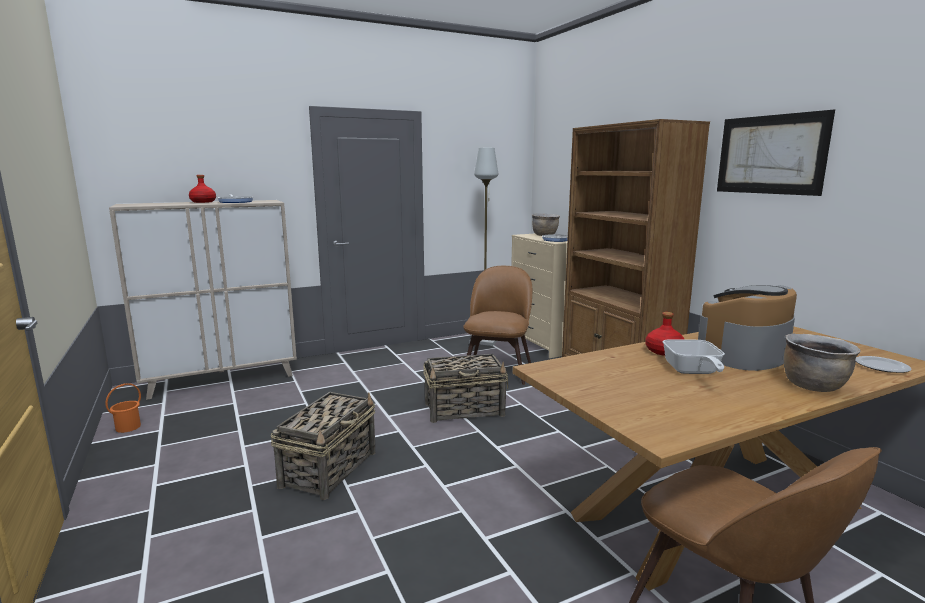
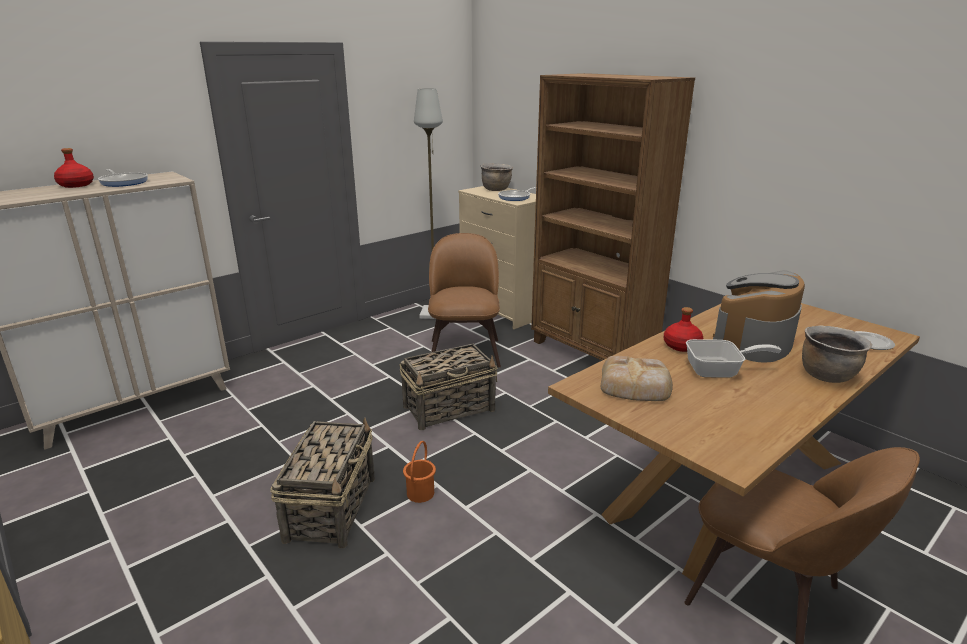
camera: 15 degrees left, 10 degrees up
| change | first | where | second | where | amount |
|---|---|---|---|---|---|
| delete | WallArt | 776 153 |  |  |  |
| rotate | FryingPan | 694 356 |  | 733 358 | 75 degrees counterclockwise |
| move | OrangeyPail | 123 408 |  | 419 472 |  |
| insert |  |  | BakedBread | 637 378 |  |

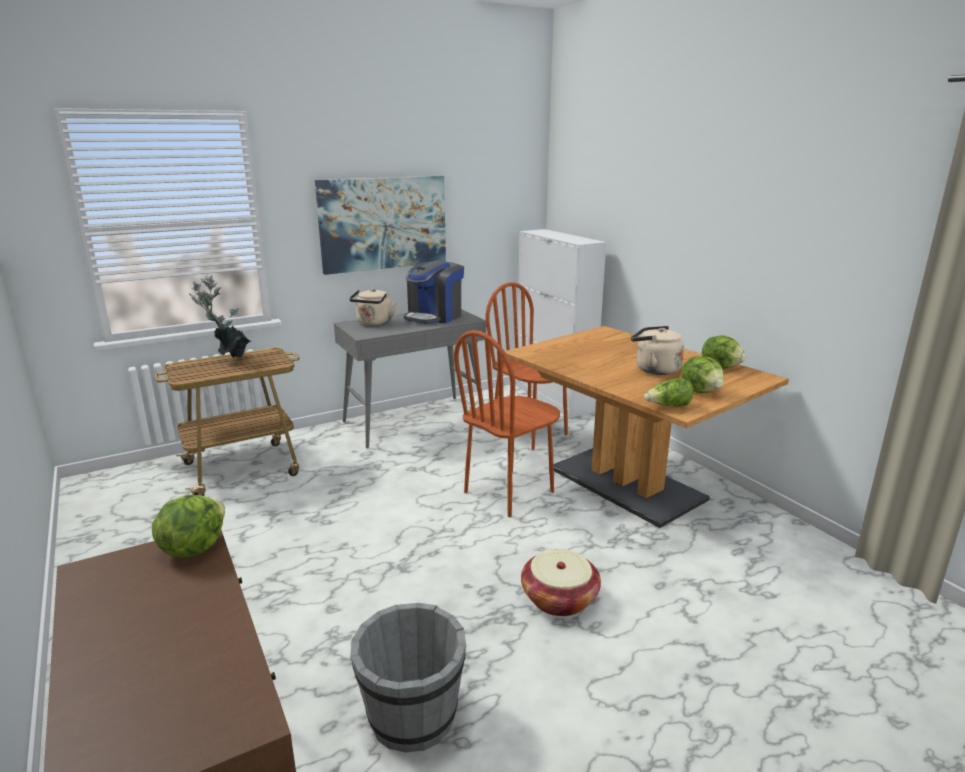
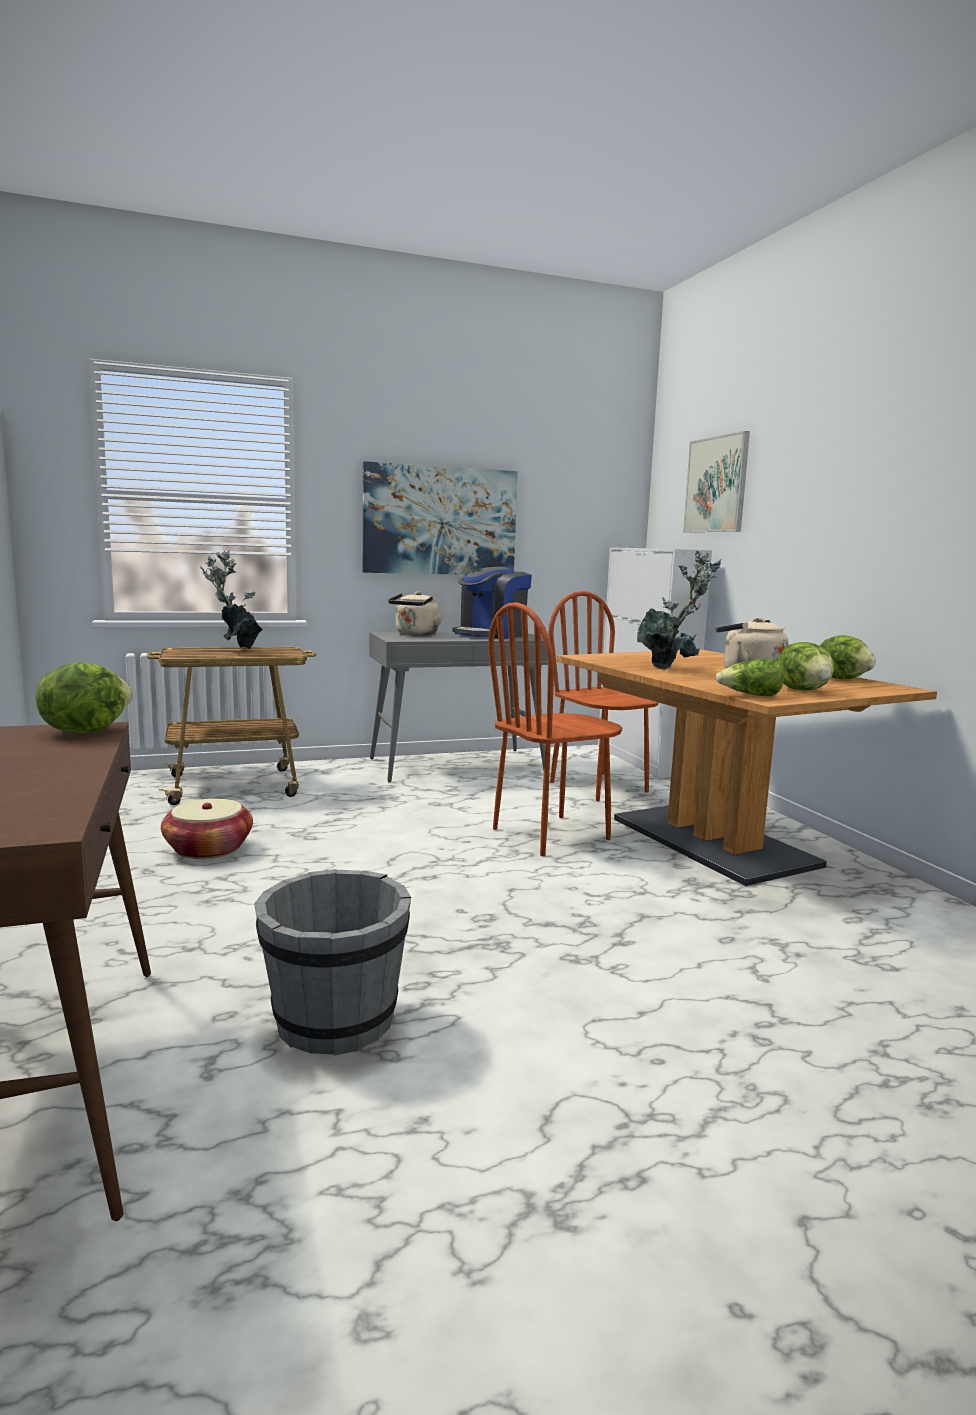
camera: 10 degrees right, 10 degrees down
| change | first | where | second | where | amount |
|---|---|---|---|---|---|
| move | StorageBasket | 561 582 |  | 207 829 |  |
| insert |  |  | WallArt | 716 481 |  |
| insert |  |  | PottedPlant | 679 610 |  |

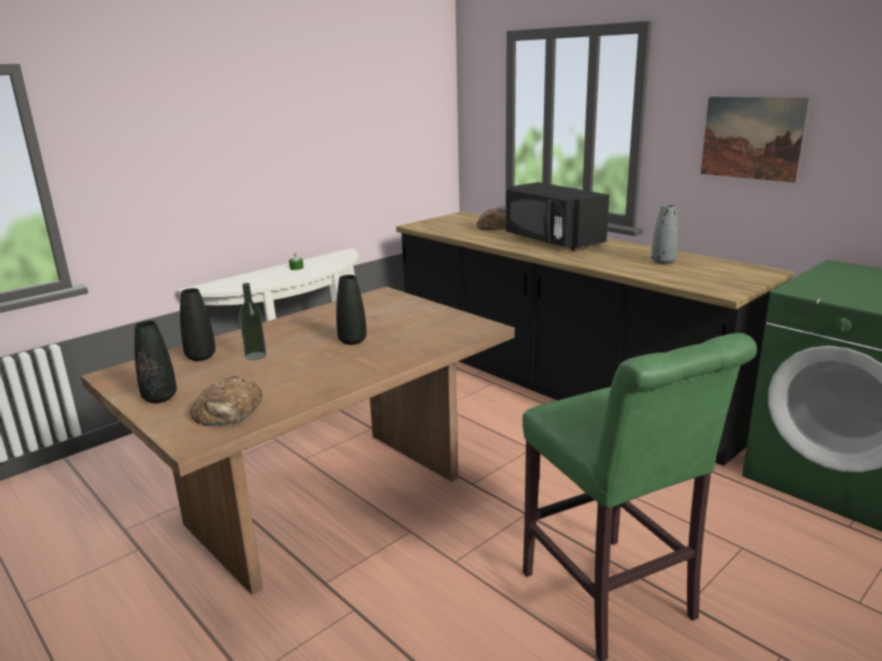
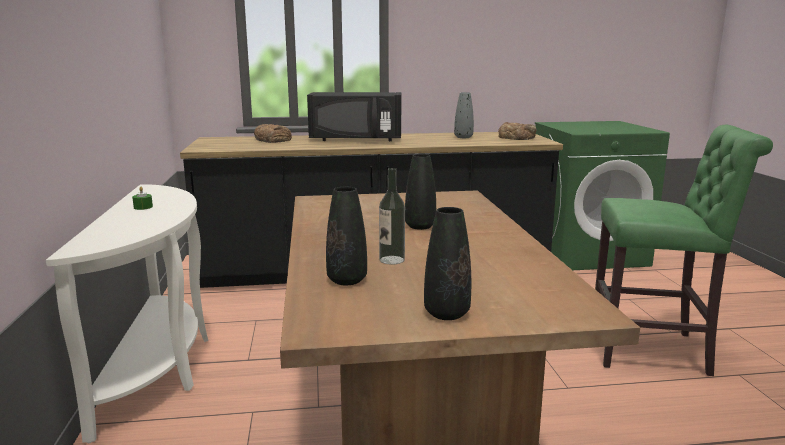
camera: 55 degrees left, 5 degrees down
| change | first | where | second | where | amount |
|---|---|---|---|---|---|
| delete | WallArt | 755 140 |  |  |  |
| move | BakedBread | 226 401 |  | 517 131 |  |

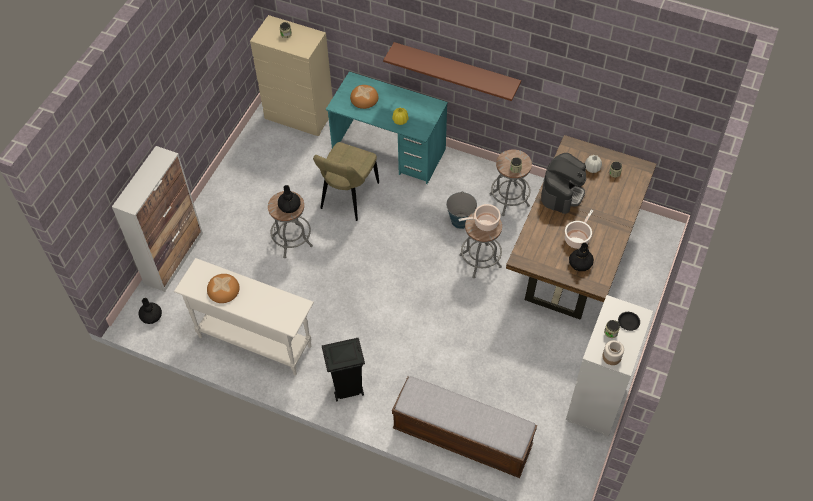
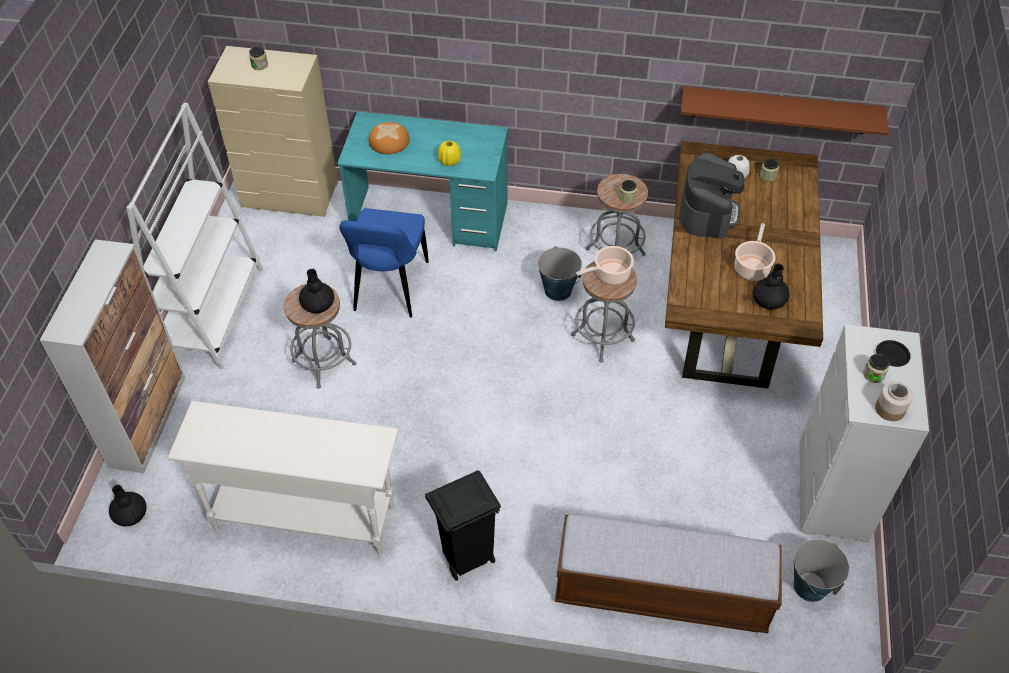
camera: 15 degrees left, 5 degrees down
| change | first | where | second | where | amount |
|---|---|---|---|---|---|
| move | BrownShelf | 452 71 |  | 785 111 |  |
| recolor | BeigeColouredUprightChair | 346 181 | BlueColouredUprightChair | 384 262 |  |
| delete | BakedBread | 223 288 |  |  |  |
| insert |  |  | WhitishBookcase | 195 236 |  |
| insert |  |  | Pail | 822 570 |  |

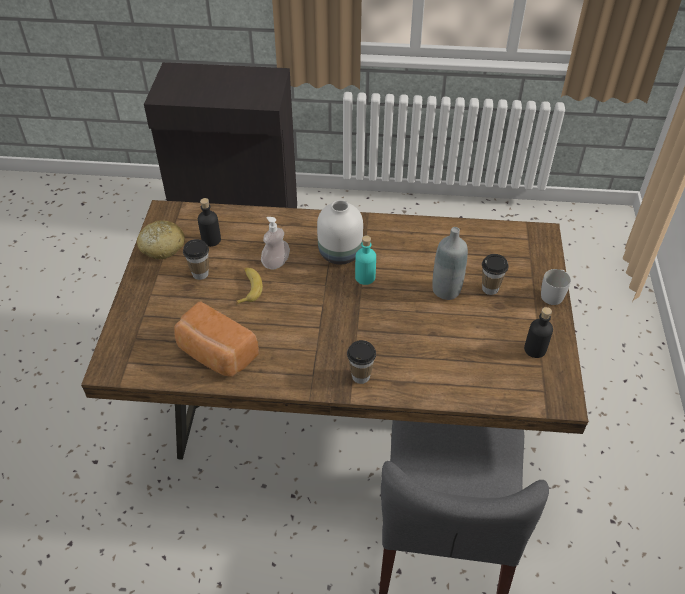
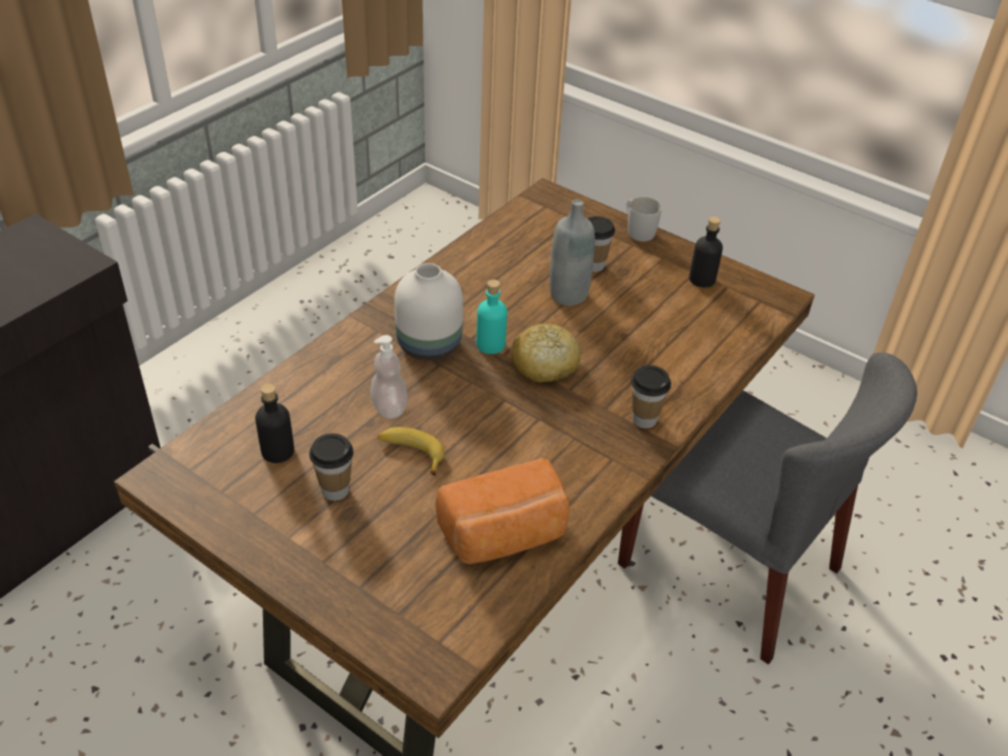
camera: 60 degrees left, 5 degrees down
| change | first | where | second | where | amount |
|---|---|---|---|---|---|
| move | BakedBread | 161 240 |  | 546 353 |  |

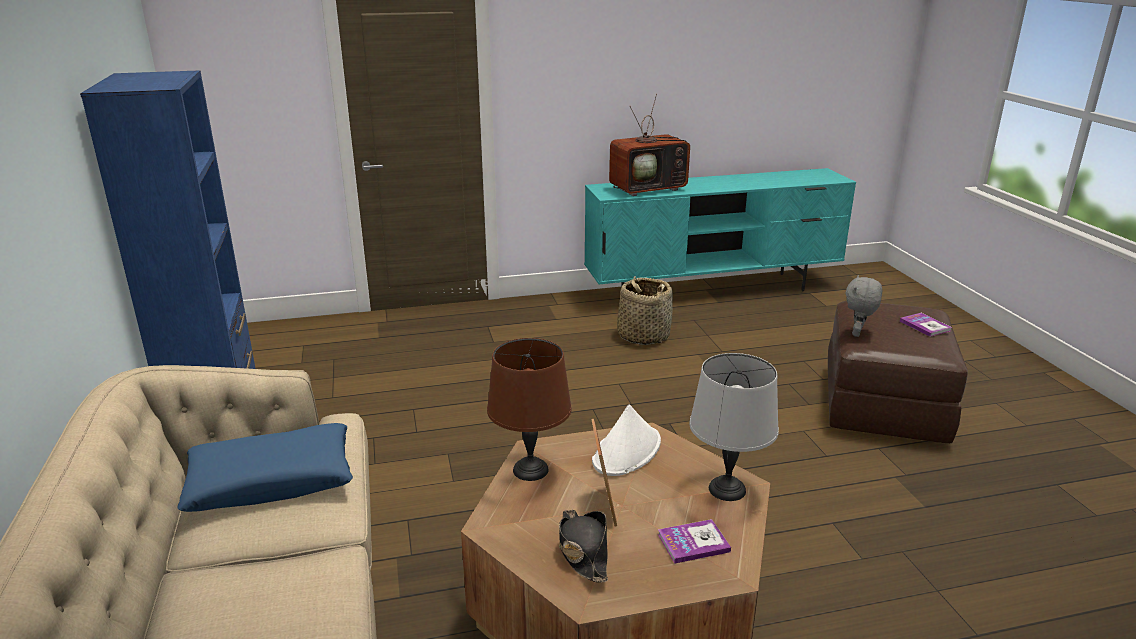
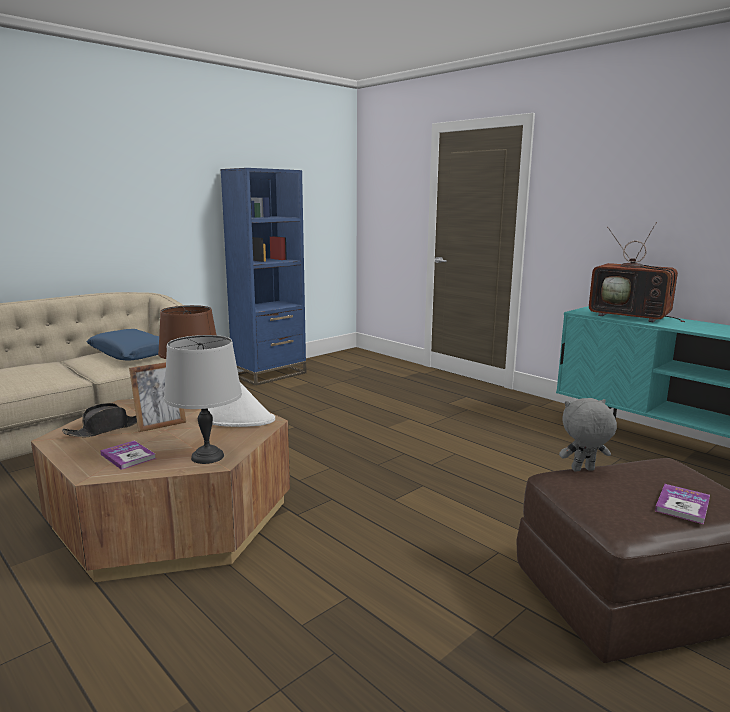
camera: 60 degrees right, 10 degrees down
| change | first | where | second | where | amount |
|---|---|---|---|---|---|
| delete | StorageBasket | 645 310 |  |  |  |

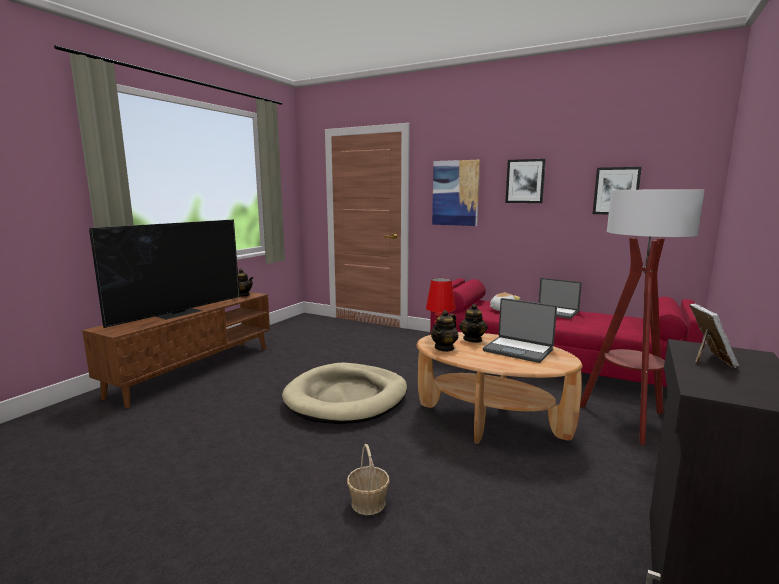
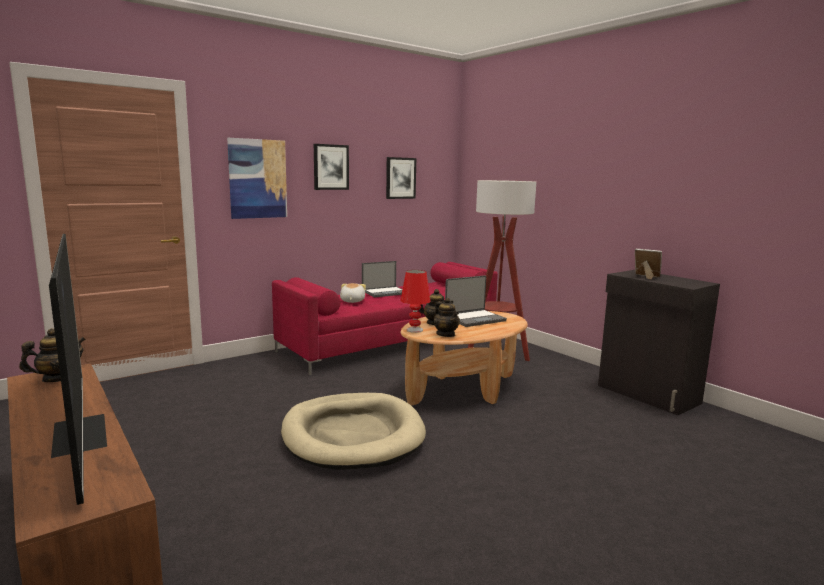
camera: 65 degrees left, 0 degrees up
| change | first | where | second | where | amount |
|---|---|---|---|---|---|
| delete | StorageBasket | 368 479 |  |  |  |

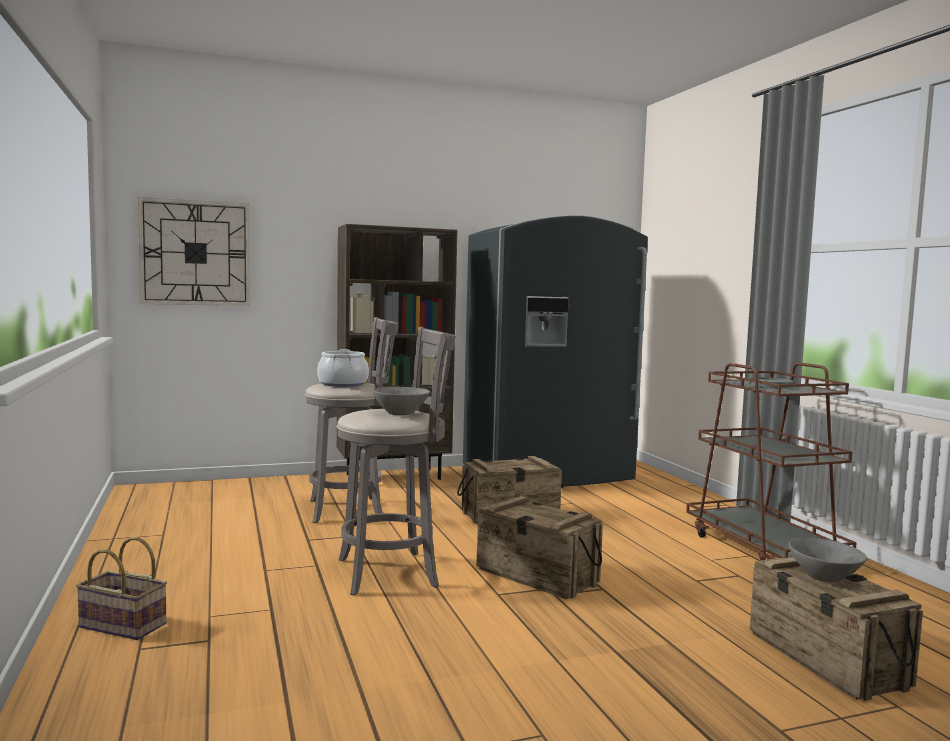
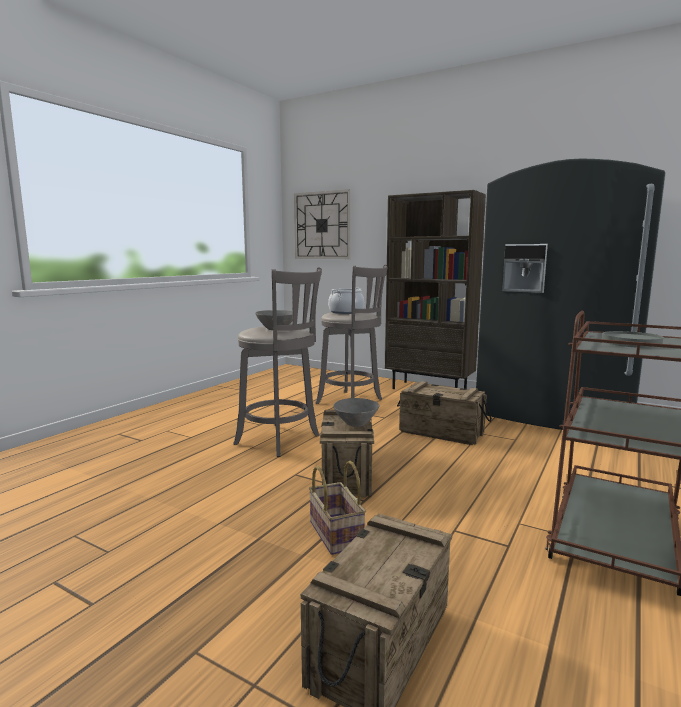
camera: 50 degrees right, 5 degrees up
| change | first | where | second | where | amount |
|---|---|---|---|---|---|
| move | StorageBasket | 121 588 |  | 337 508 |  |
| move | GreyishServingBowl | 828 560 |  | 356 412 |  |

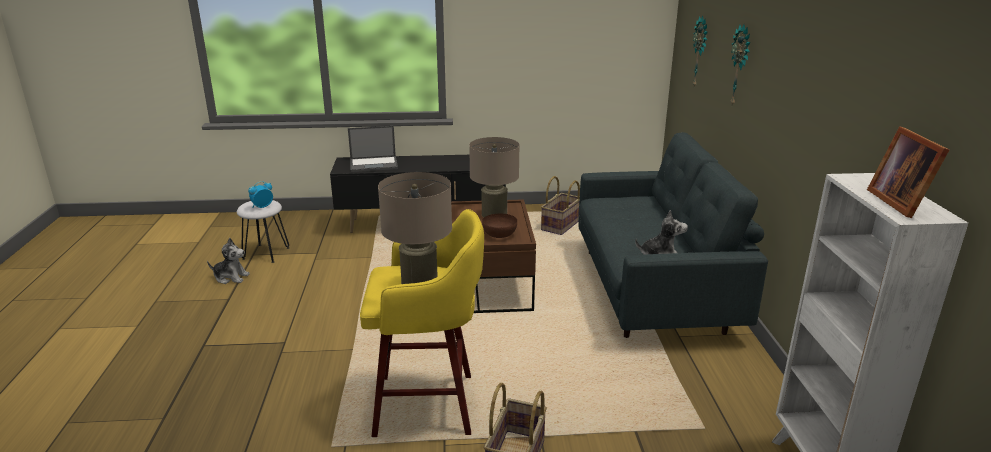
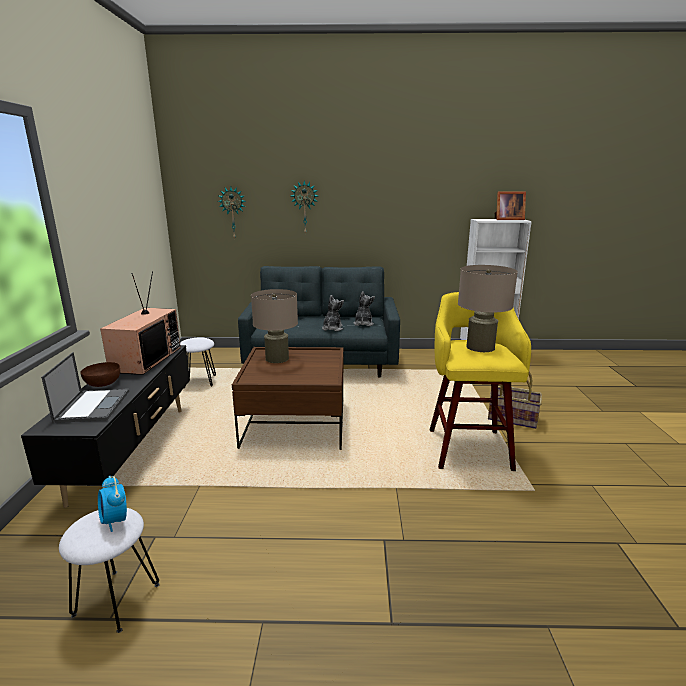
camera: 85 degrees left, 5 degrees down
| change | first | where | second | where | amount |
|---|---|---|---|---|---|
| replace | StorageBasket | 560 205 | WhitishStool | 198 362 |  |
| move | BrownServingBowl | 499 226 |  | 100 374 |  |
| move | CuddlyToy | 228 261 |  | 333 313 |  |
| insert |  |  | TvSet | 140 323 |  |

